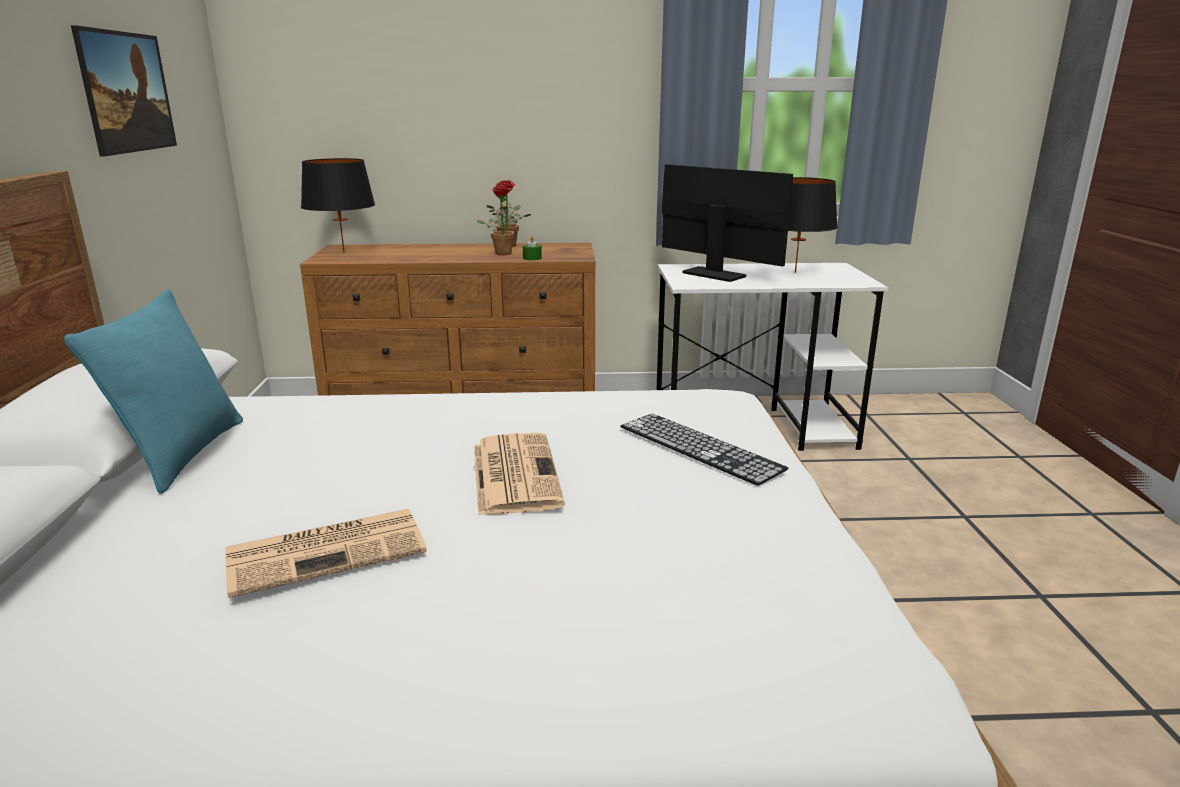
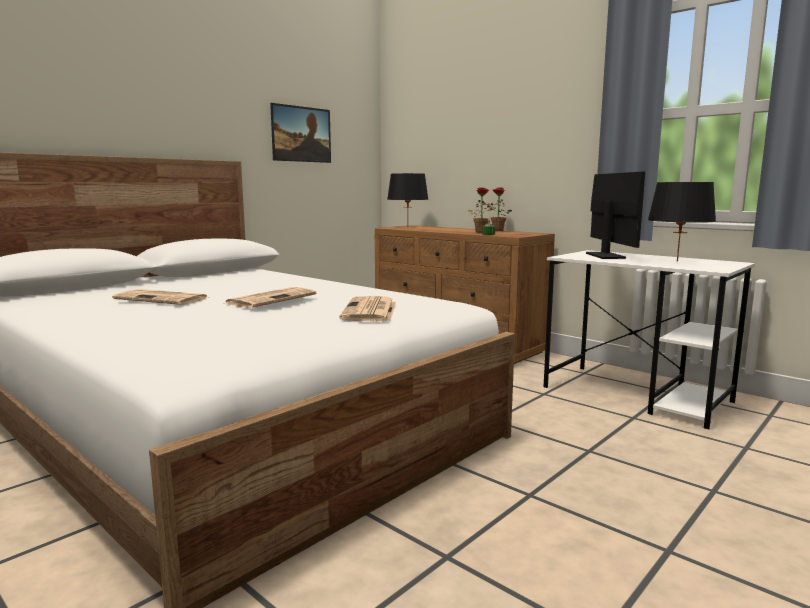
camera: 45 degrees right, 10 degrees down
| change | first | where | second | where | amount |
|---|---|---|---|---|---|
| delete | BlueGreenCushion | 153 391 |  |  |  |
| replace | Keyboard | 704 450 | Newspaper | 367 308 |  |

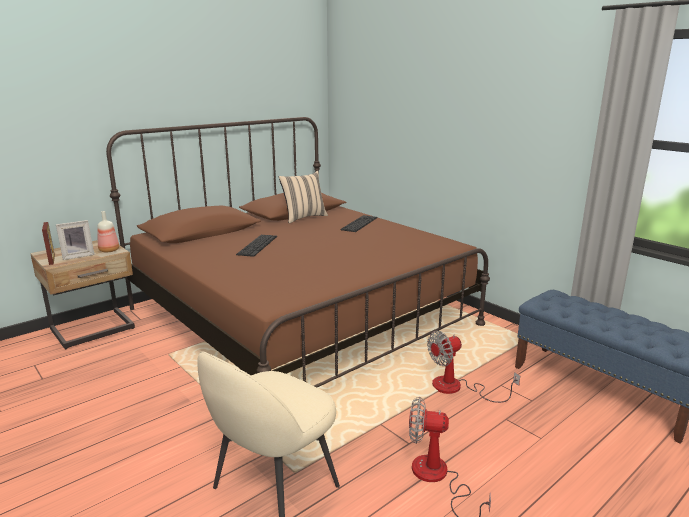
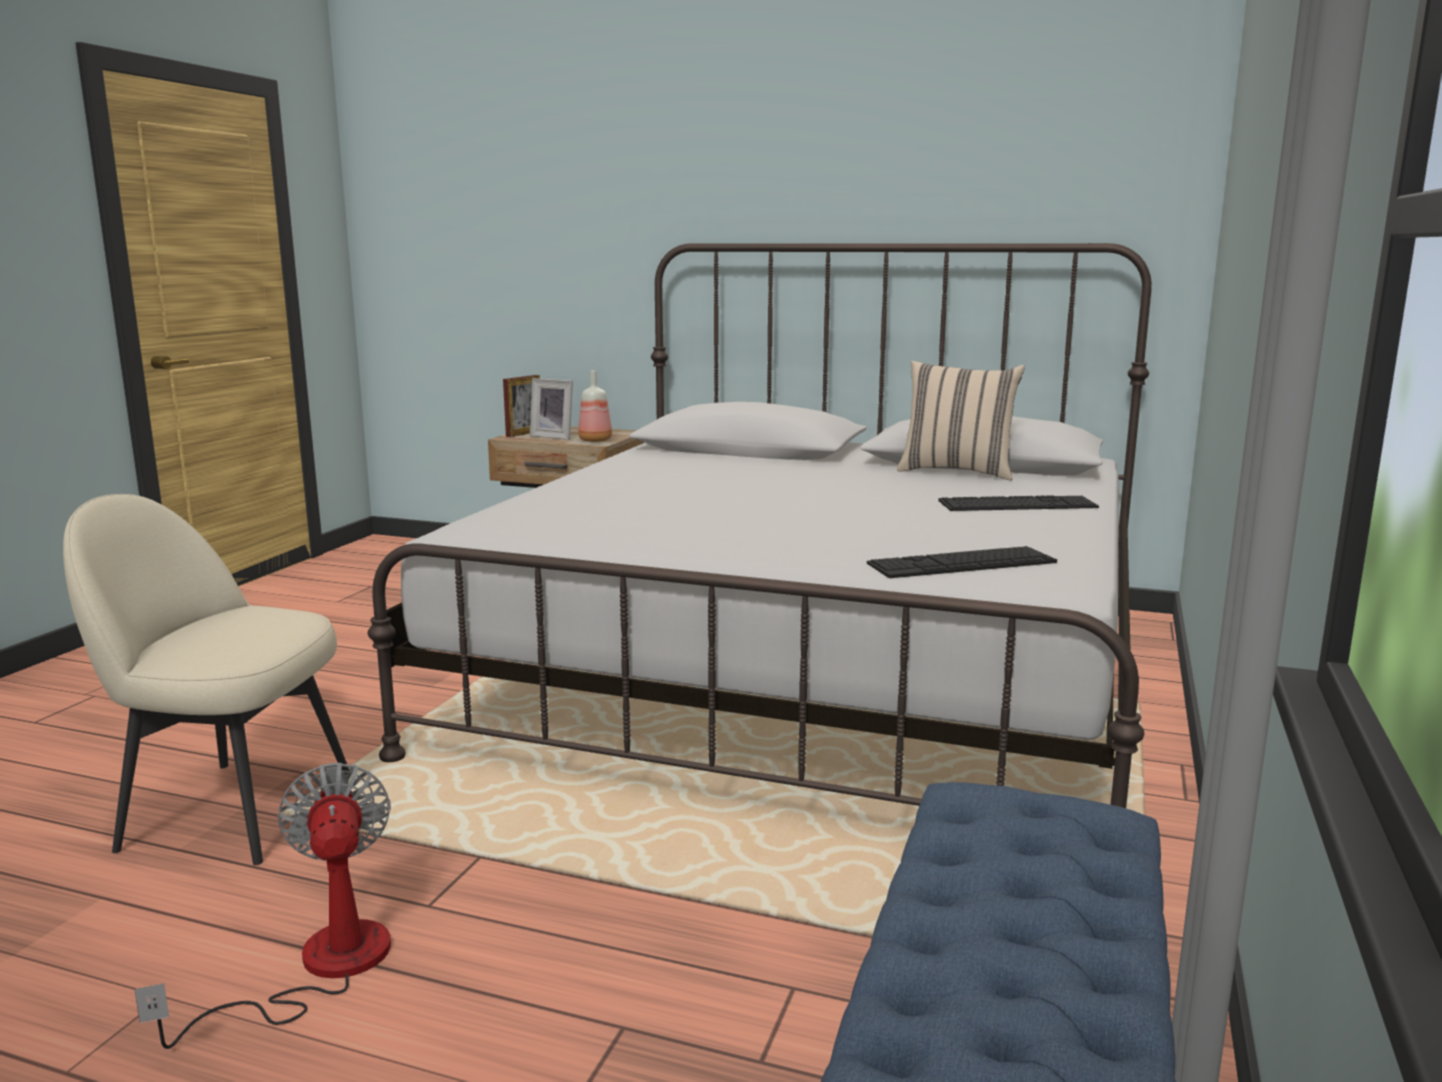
camera: 60 degrees right, 5 degrees down
| change | first | where | second | where | amount |
|---|---|---|---|---|---|
| recolor | BrownSleepingBed | 298 252 | WhitishSleepingBed | 759 525 |  |
| move | Keyboard | 256 246 |  | 962 562 |  |
| delete | ElectricFan | 473 367 |  |  |  |

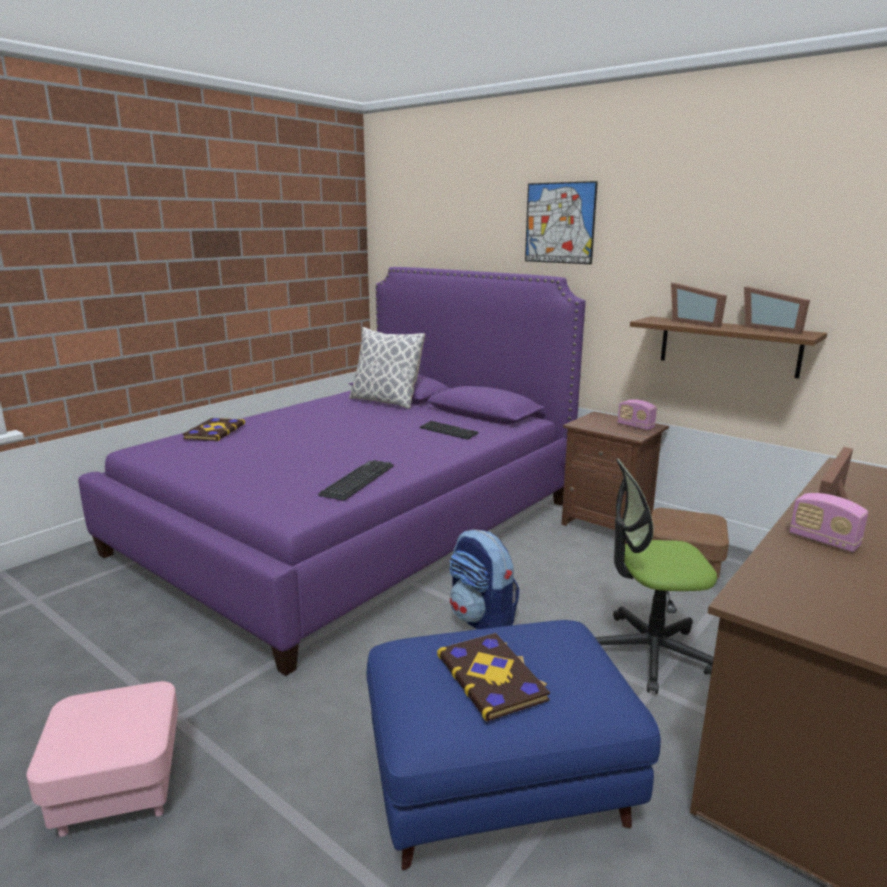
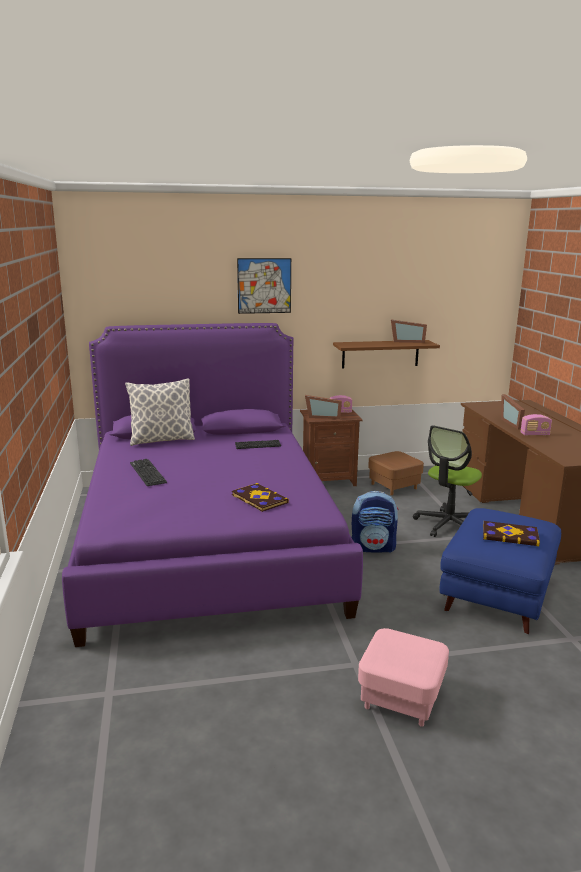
camera: 50 degrees left, 0 degrees up
| change | first | where | second | where | amount |
|---|---|---|---|---|---|
| move | PictureFrame | 699 305 |  | 323 407 |  |
| move | BoundBook | 214 429 |  | 260 497 |  |
| move | Keyboard | 356 480 |  | 148 472 |  |

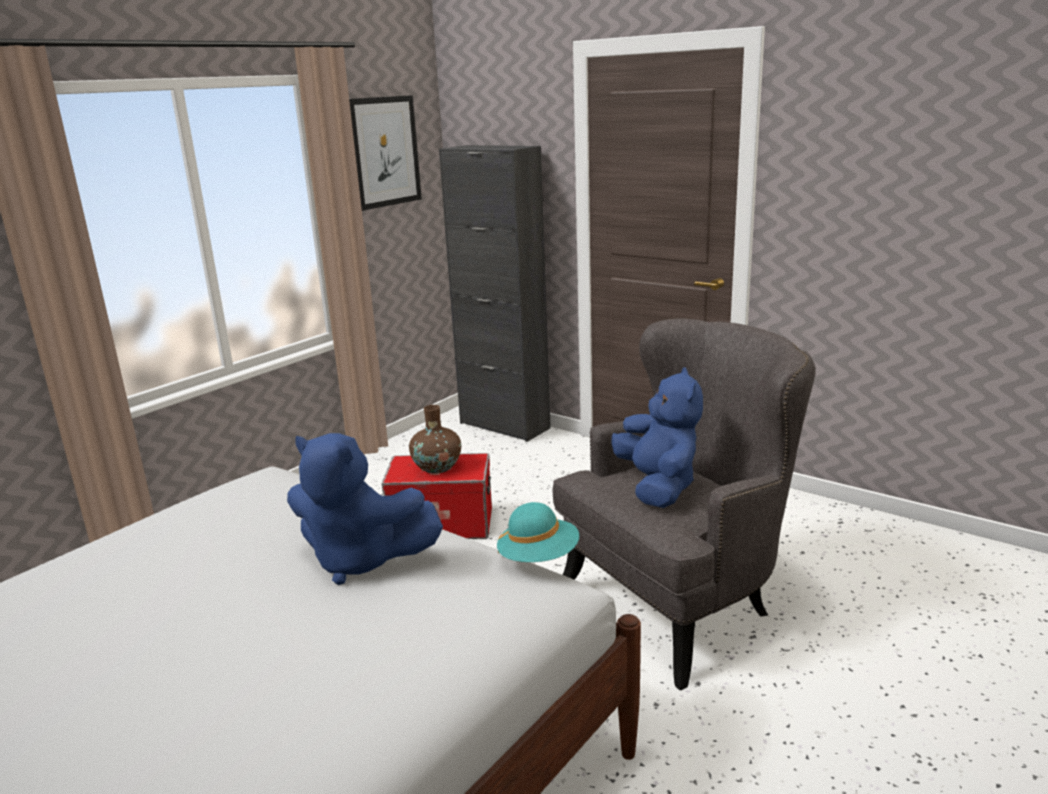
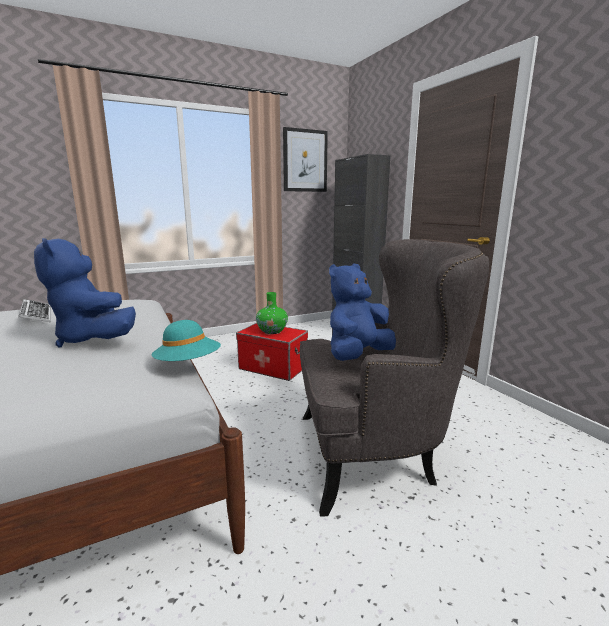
camera: 25 degrees right, 5 degrees down
| change | first | where | second | where | amount |
|---|---|---|---|---|---|
| rotate | BlueColouredCuddlyToy | 657 437 |  | 362 312 | 150 degrees counterclockwise |
| recolor | BrownFlowerVase | 435 439 | GreenishFlowerVase | 272 313 |  |
| insert |  |  | Keyboard | 34 310 |  |

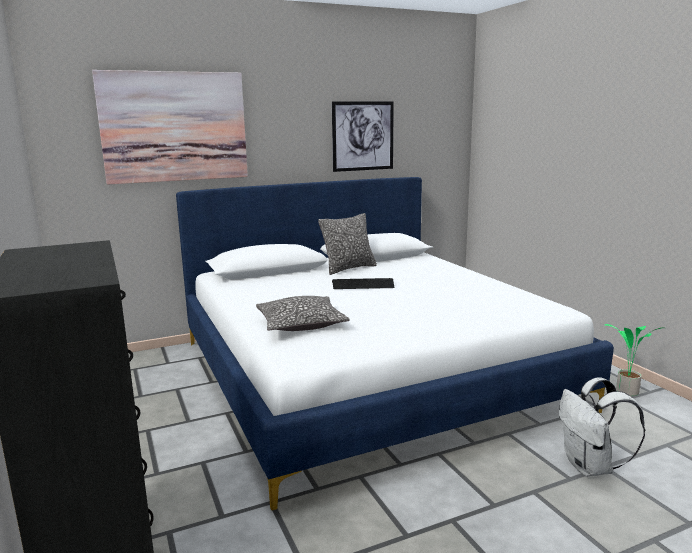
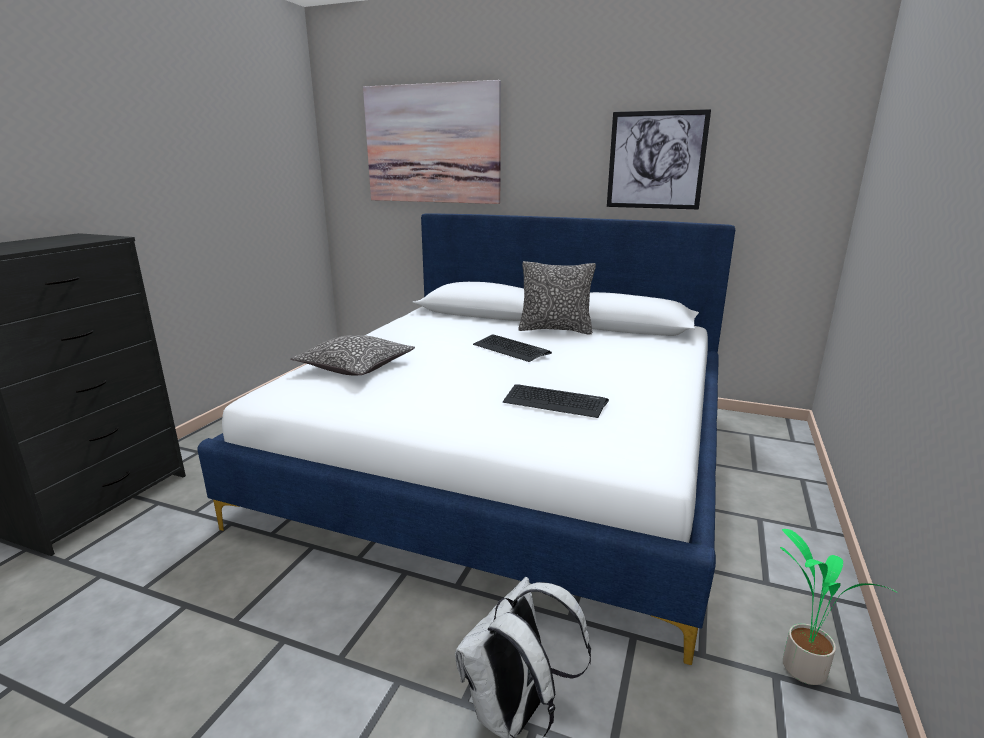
camera: 45 degrees right, 5 degrees up
| change | first | where | second | where | amount |
|---|---|---|---|---|---|
| insert |  |  | Keyboard | 556 401 |  |

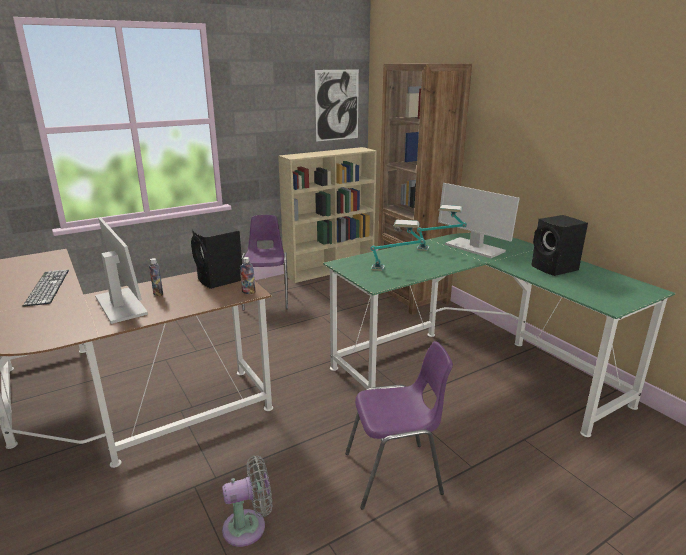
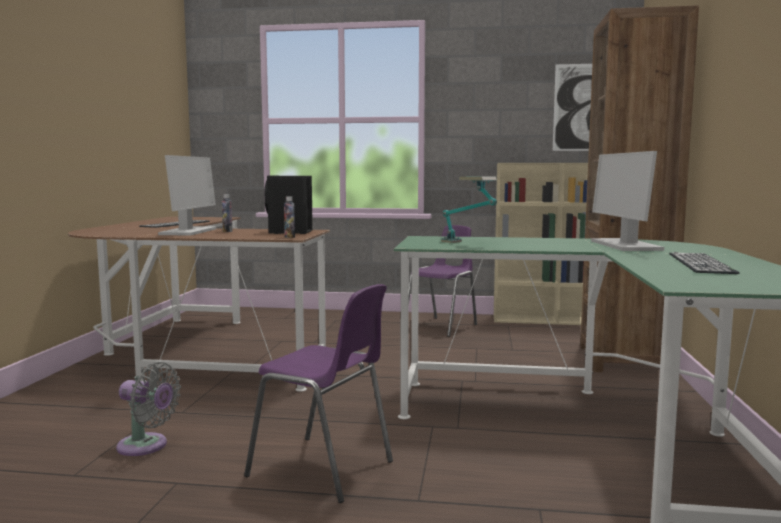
camera: 40 degrees right, 15 degrees down
| change | first | where | second | where | amount |
|---|---|---|---|---|---|
| delete | TableLamp | 442 228 |  |  |  |
| replace | BlackAudioSpeaker | 559 245 | Keyboard | 704 263 |  |

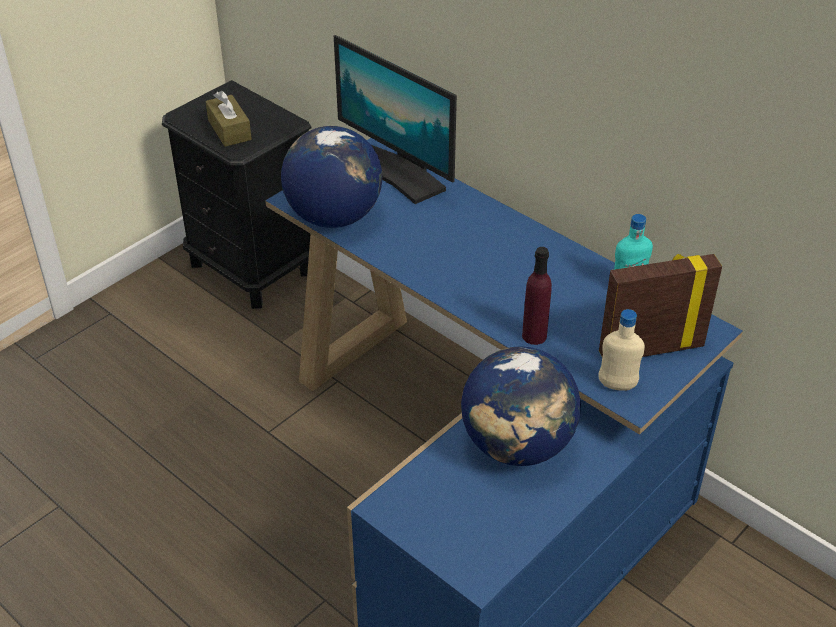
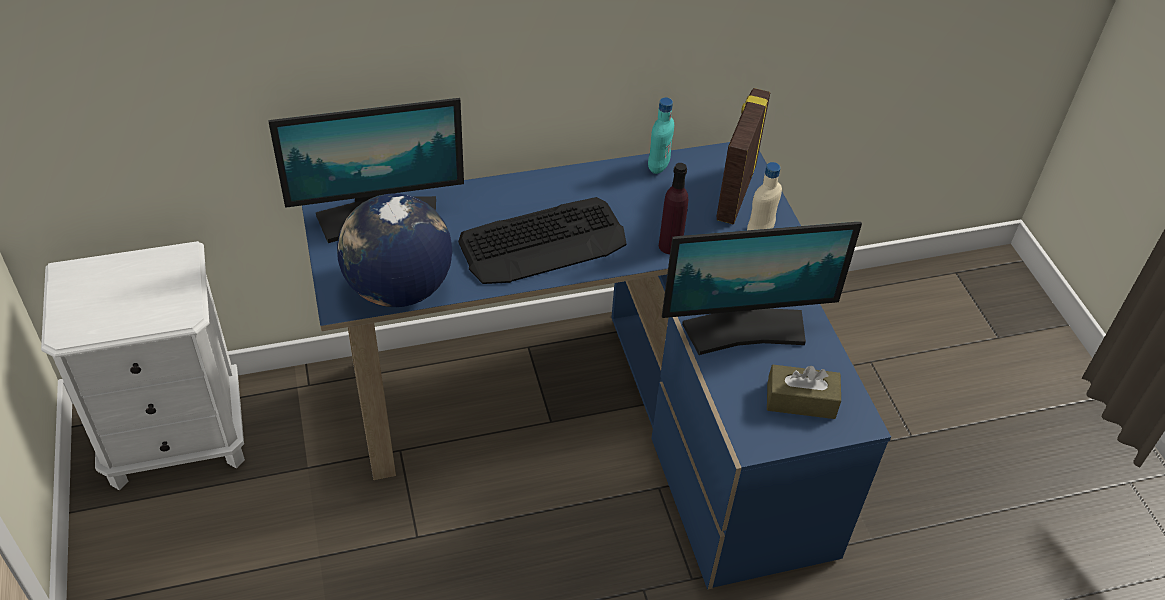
camera: 60 degrees left, 5 degrees up
| change | first | where | second | where | amount |
|---|---|---|---|---|---|
| recolor | BlackNightstand | 237 194 | WhitishNightstand | 143 365 |  |
| move | BrownTissueHolder | 228 119 |  | 804 392 |  |
| replace | DeskGlobe | 521 406 | Monitor | 762 288 |  |
| insert |  |  | Keyboard | 542 240 |  |

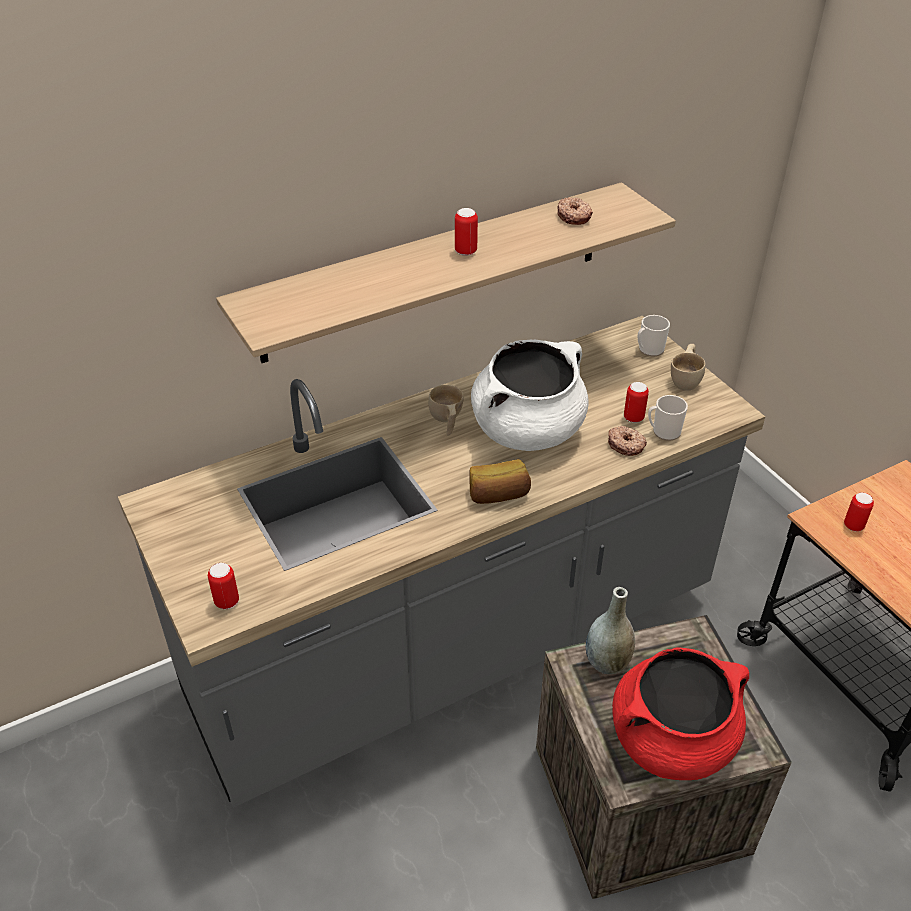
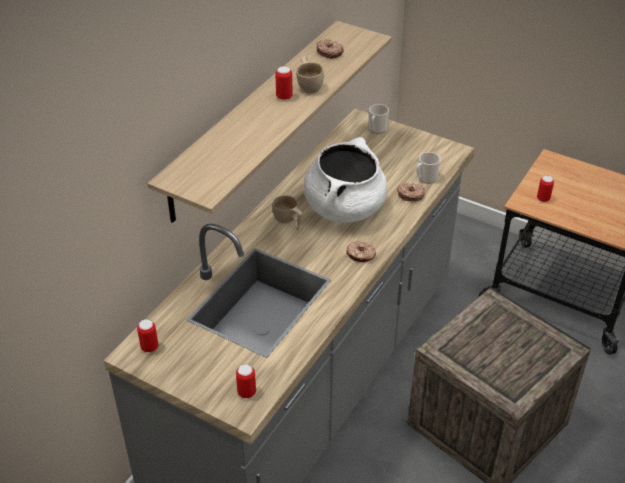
camera: 30 degrees left, 0 degrees up
| change | first | where | second | where | amount |
|---|---|---|---|---|---|
| move | BeigeColouredSmallCup | 688 367 |  | 310 75 |  |
| move | Can | 636 402 |  | 147 336 |  |
| replace | BakedBread | 500 481 | RingDoughnut | 361 251 |  |
| delete | GreyishFlowerVase | 610 630 |  |  |  |
| delete | RedColouredSaucepot | 680 714 |  |  |  |

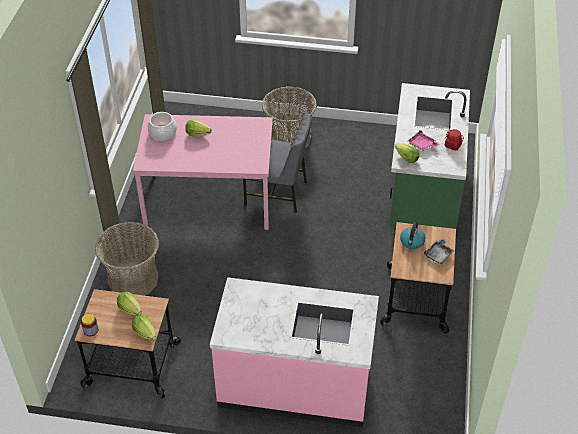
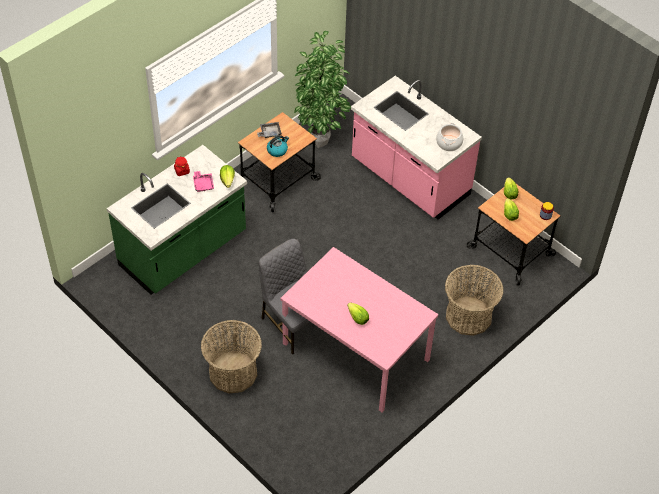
camera: 145 degrees left, 5 degrees up
| change | first | where | second | where | amount |
|---|---|---|---|---|---|
| move | Saucepot | 162 126 |  | 449 137 |  |
| insert |  |  | PottedPlant | 322 89 |  |

